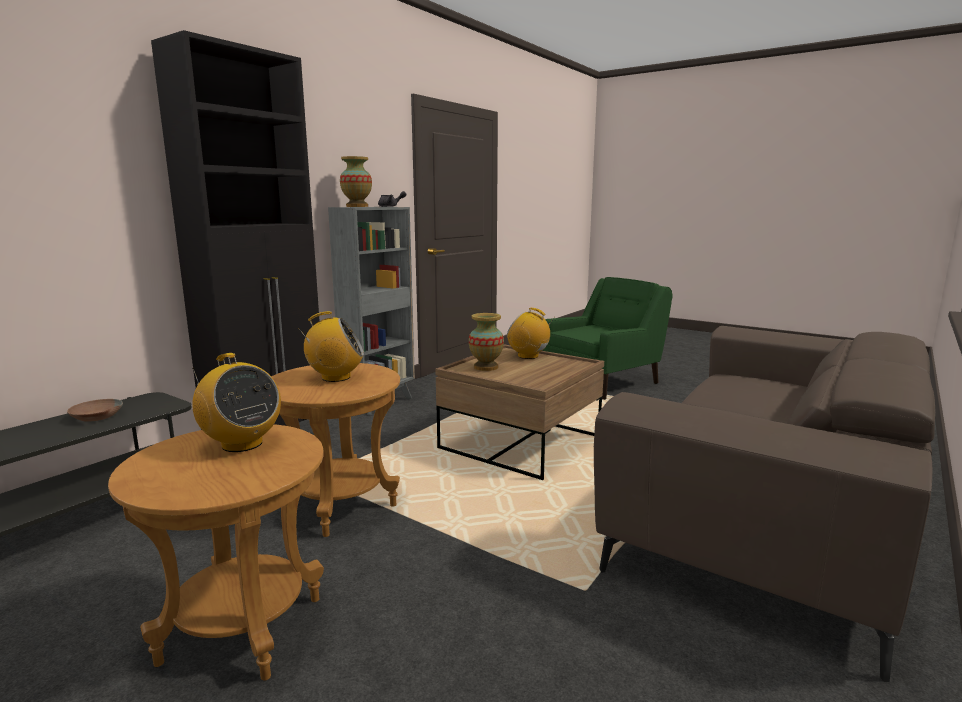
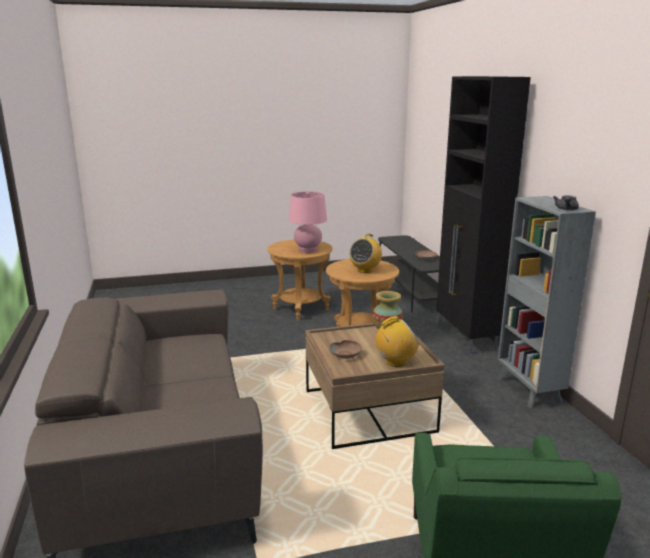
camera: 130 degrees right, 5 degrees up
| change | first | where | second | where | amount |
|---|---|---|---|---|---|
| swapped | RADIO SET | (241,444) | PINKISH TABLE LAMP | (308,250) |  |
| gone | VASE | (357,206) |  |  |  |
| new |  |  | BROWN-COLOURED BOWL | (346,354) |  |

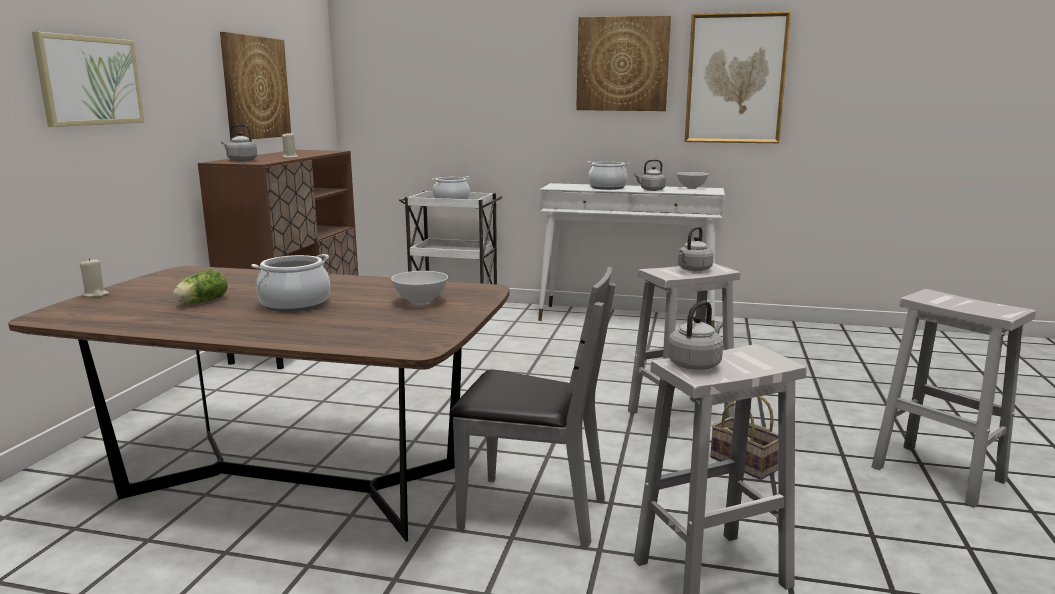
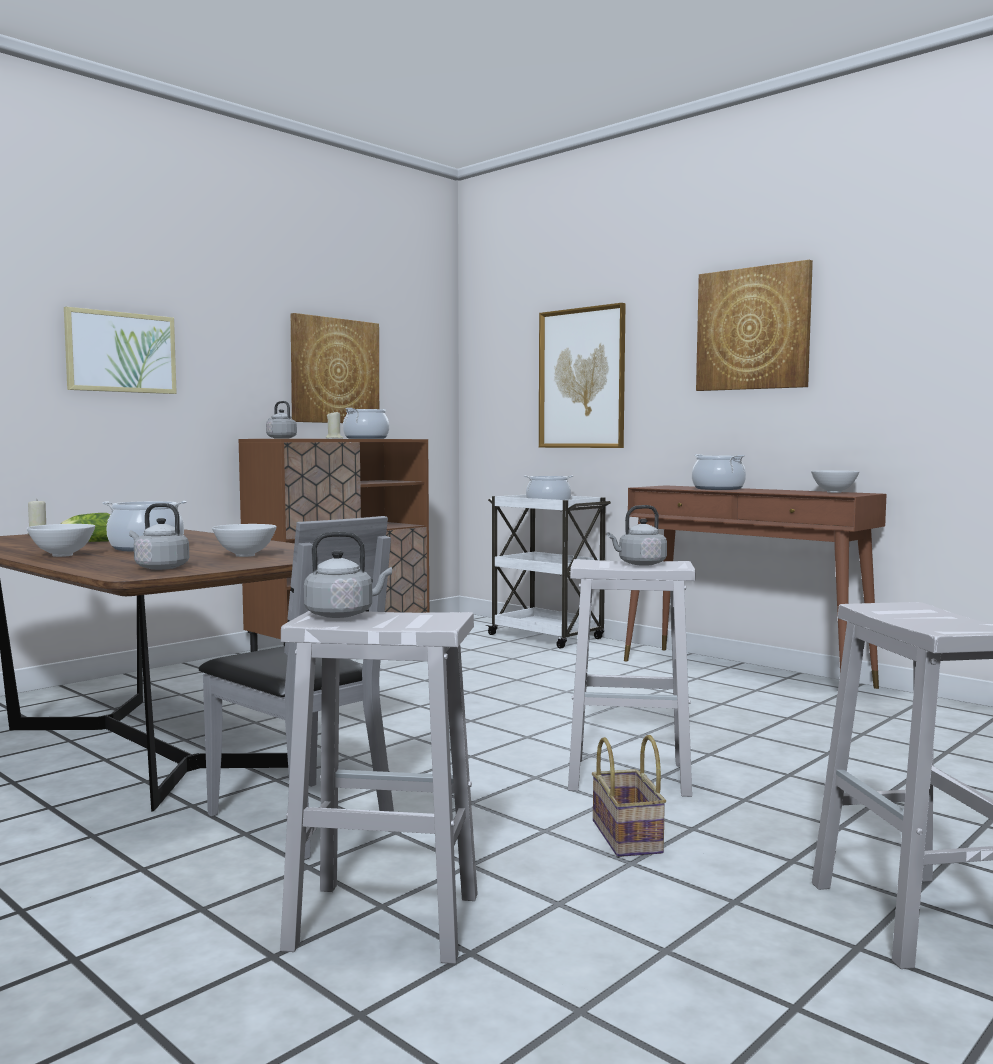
camera: 30 degrees right, 10 degrees down
| change | first | where | second | where | amount |
|---|---|---|---|---|---|
| repainted | WHITE NARROW TABLE | (627,318) | BROWN-COLOURED NARROW TABLE | (745,673) |  |
| shifted | GREYISH WATER KETTLE | (651,190) |  | (159,567) |  |
| shifted | PICTURE | (735,79) |  | (582,378) |  |
| new |  |  | WHITE BOWL | (62,555) |  |
| new |  |  | STOCKPOT | (366,438) |  |

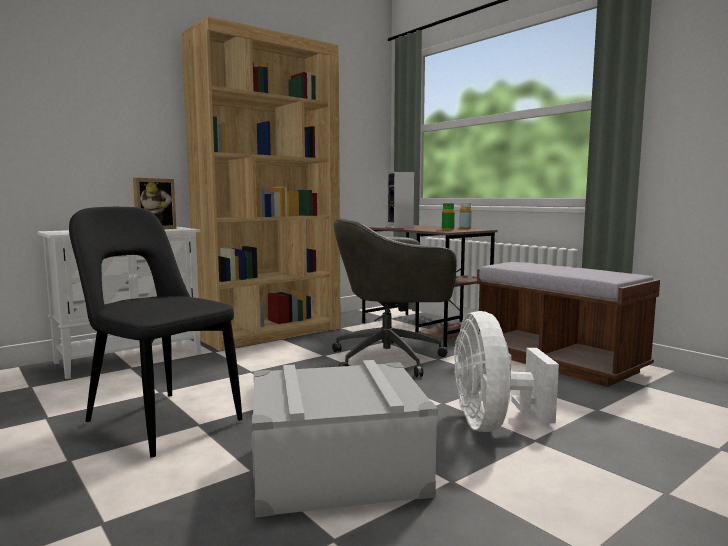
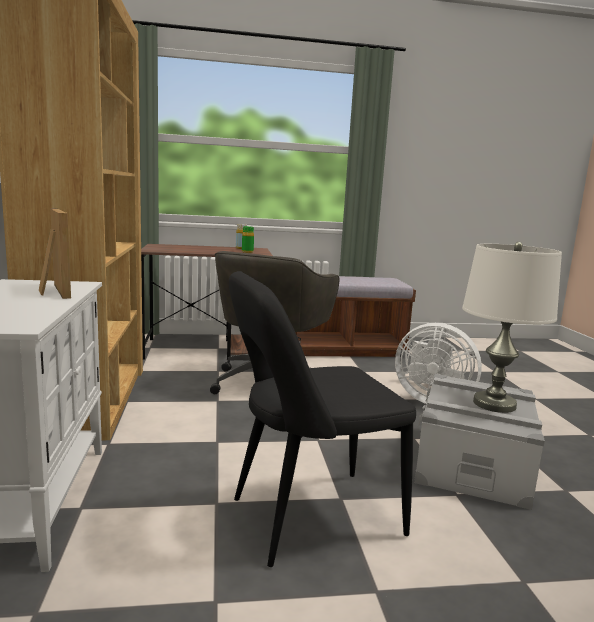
camera: 60 degrees left, 5 degrees up
| change | first | where | second | where | amount |
|---|---|---|---|---|---|
| gone | LOUDSPEAKER | (400,227) |  |  |  |
| new |  |  | WHITE TABLE LAMP | (494,404) |  |

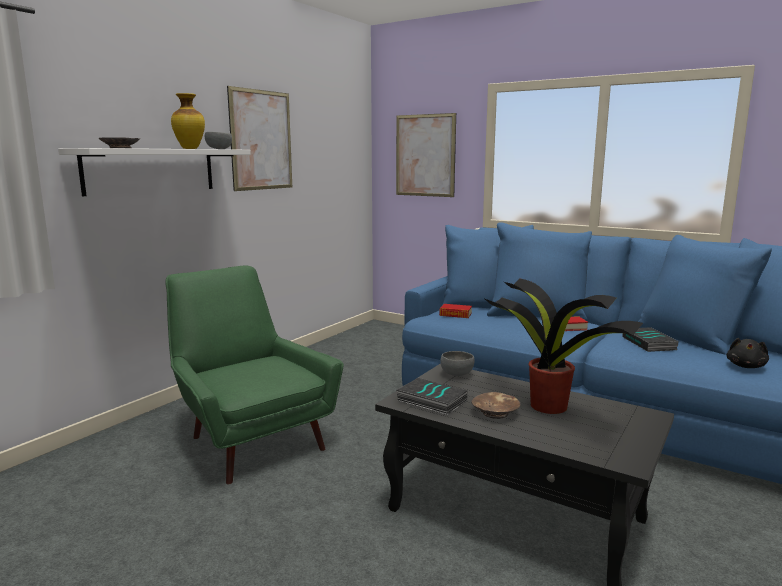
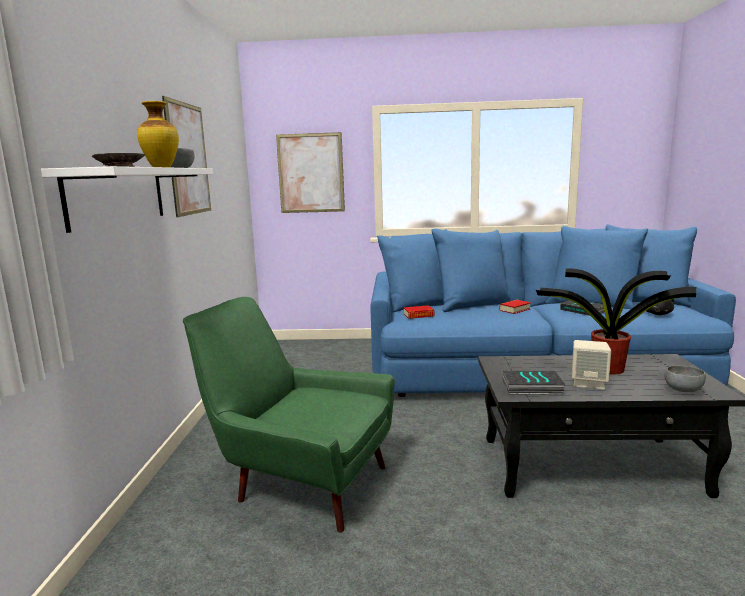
camera: 30 degrees left, 0 degrees up
| change | first | where | second | where | amount |
|---|---|---|---|---|---|
| shifted | GREYISH BOWL | (456,374) |  | (682,390) |  |
| swapped | BROWN-COLOURED BOWL | (496,413) | SAND-COLOURED LOUDSPEAKER | (589,383) |  |

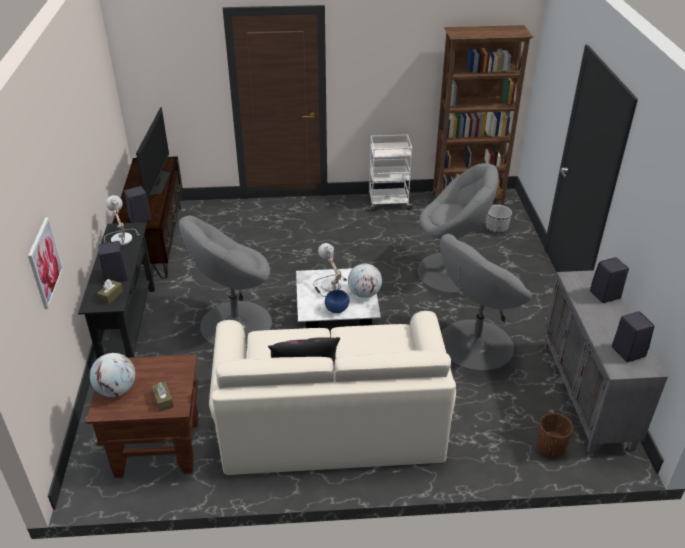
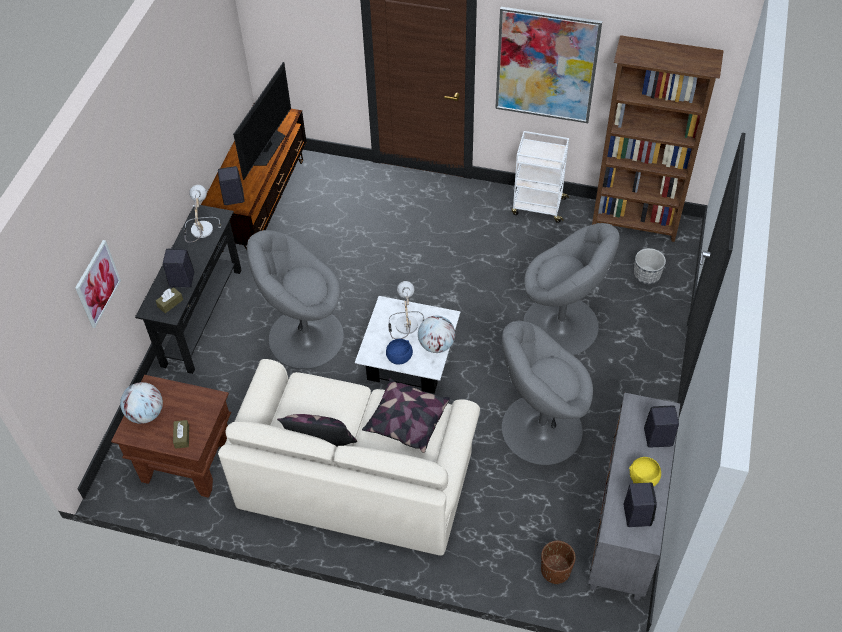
camera: 20 degrees right, 15 degrees up
| change | first | where | second | where | amount |
|---|---|---|---|---|---|
| new |  |  | CUSHION | (406,421) |  |
| new |  |  | PICTURE | (546,66) |  |
| new |  |  | YELLOW BOWL | (644,479) |  |

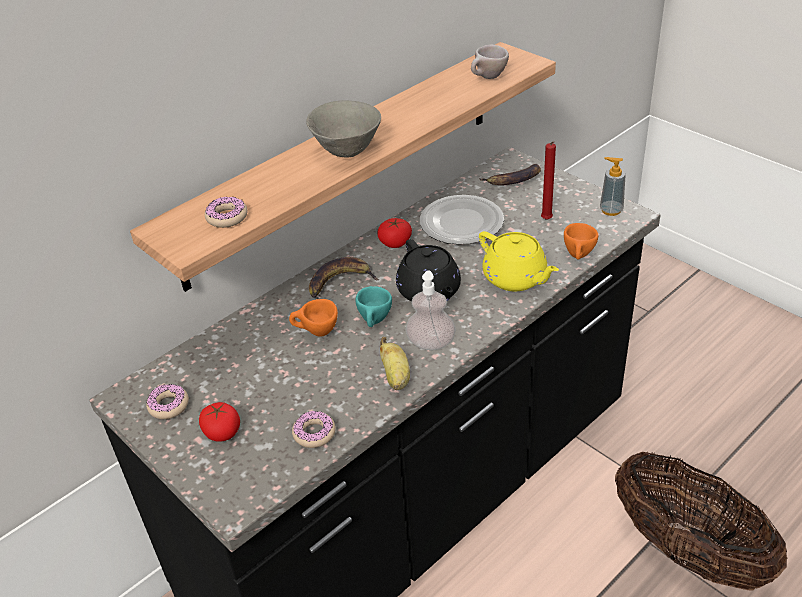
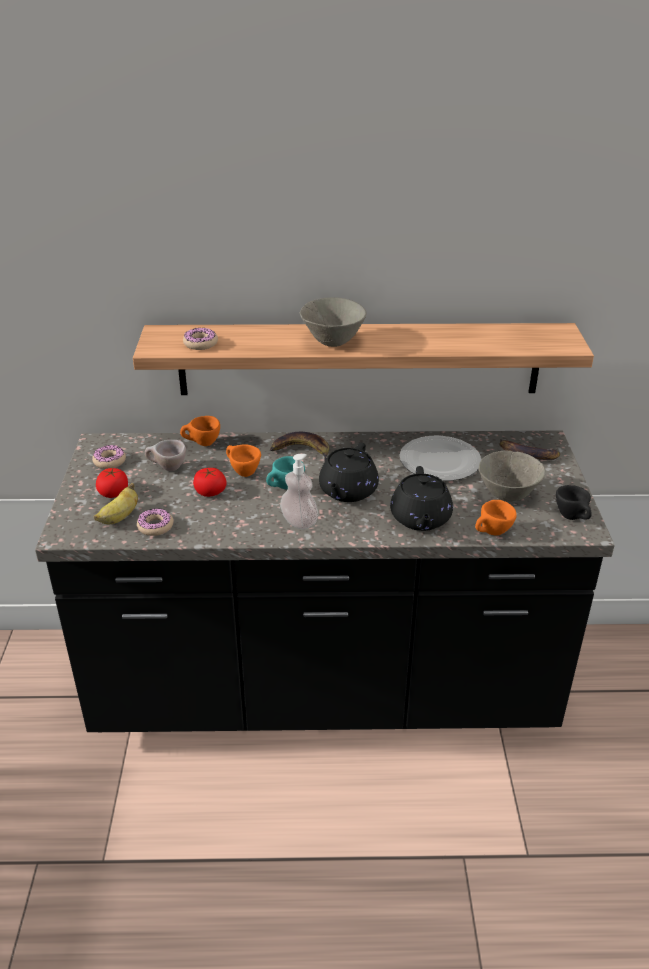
camera: 40 degrees right, 5 degrees down
| change | first | where | second | where | amount |
|---|---|---|---|---|---|
| shifted | FRESH TOMATO | (395,242) |  | (210,491) |  |
| shifted | WHOLE BANANA | (396,377) |  | (119,517) |  |
| shifted | SAND-COLOURED CUP | (488,78) |  | (167,468) |  |
| repainted | YELLOW POT FOR TEA | (516,278) | BLACKISH POT FOR TEA | (420,519) |  |
| swapped | RED WAX LIGHT | (546,220) | GREYISH BOWL | (507,495) |  |
| swapped | SOAP BOTTLE | (611,210) | BLACKISH CUP | (573,518) |  |
| gone | HOUSEHOLD BASKET | (688,551) |  |  |  |
| new |  |  | ORANGEY CUP | (201,444) |  |

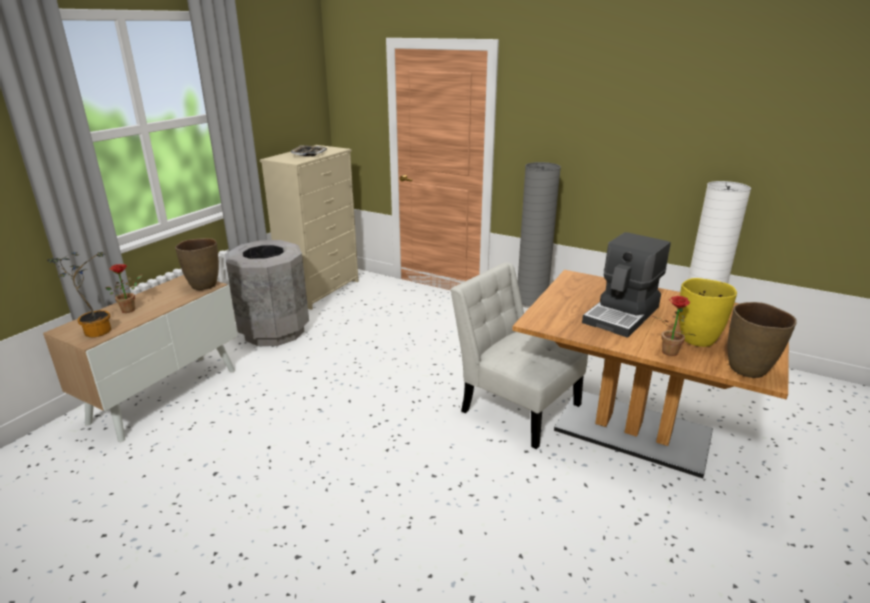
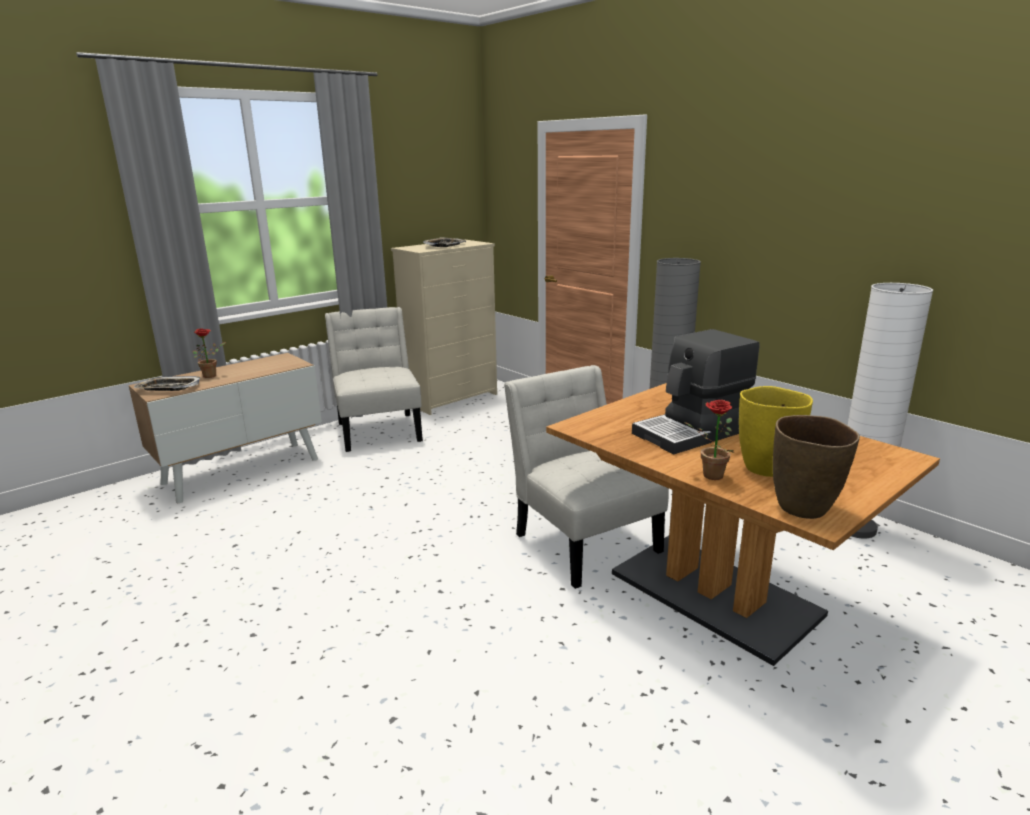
camera: 20 degrees right, 5 degrees down
| change | first | where | second | where | amount |
|---|---|---|---|---|---|
| swapped | HOUSEPLANT | (96,330) | TRAY | (169,388) |  |
| gone | BROWN-COLOURED VASE | (203,285) |  |  |  |
| swapped | GREYISH TRASH CAN | (274,331) | WHITE CHAIR | (379,430) |  |

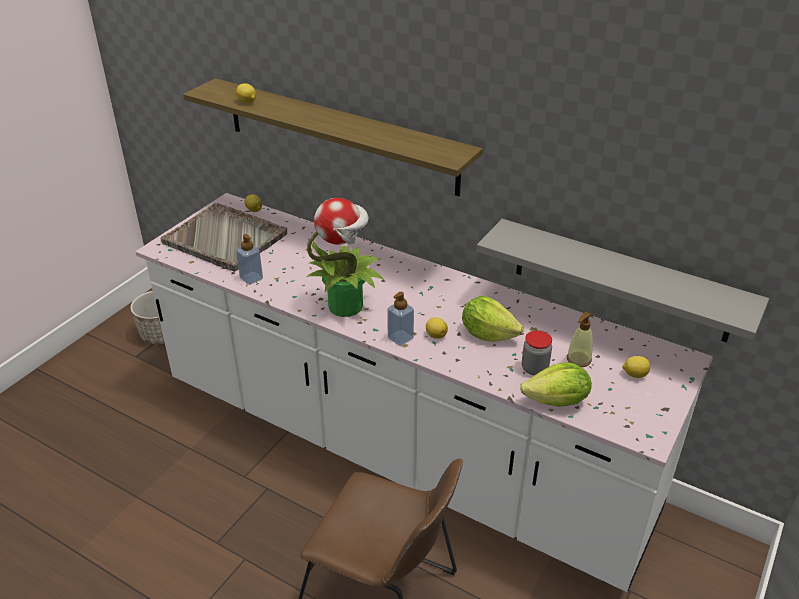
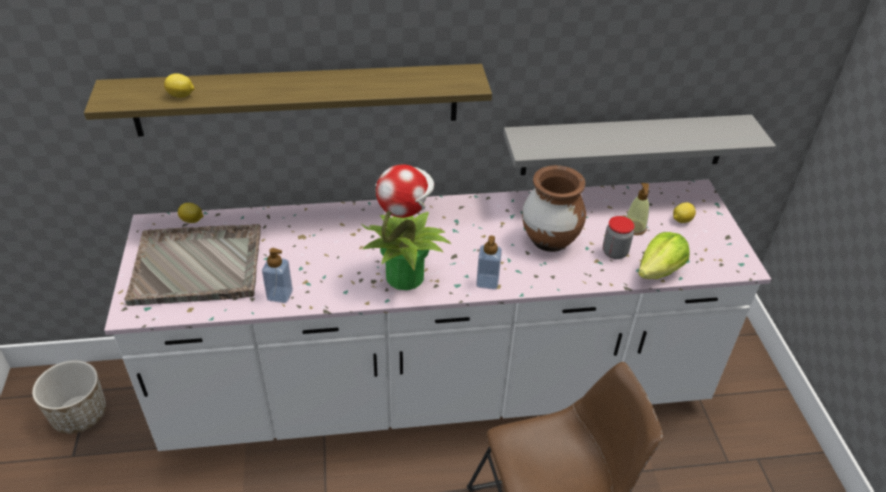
camera: 40 degrees left, 5 degrees up
| change | first | where | second | where | amount |
|---|---|---|---|---|---|
| gone | LEMON | (436,335) |  |  |  |
| swapped | LETTUCE HEAD | (488,334) | BROWN-COLOURED VASE | (549,240) |  |

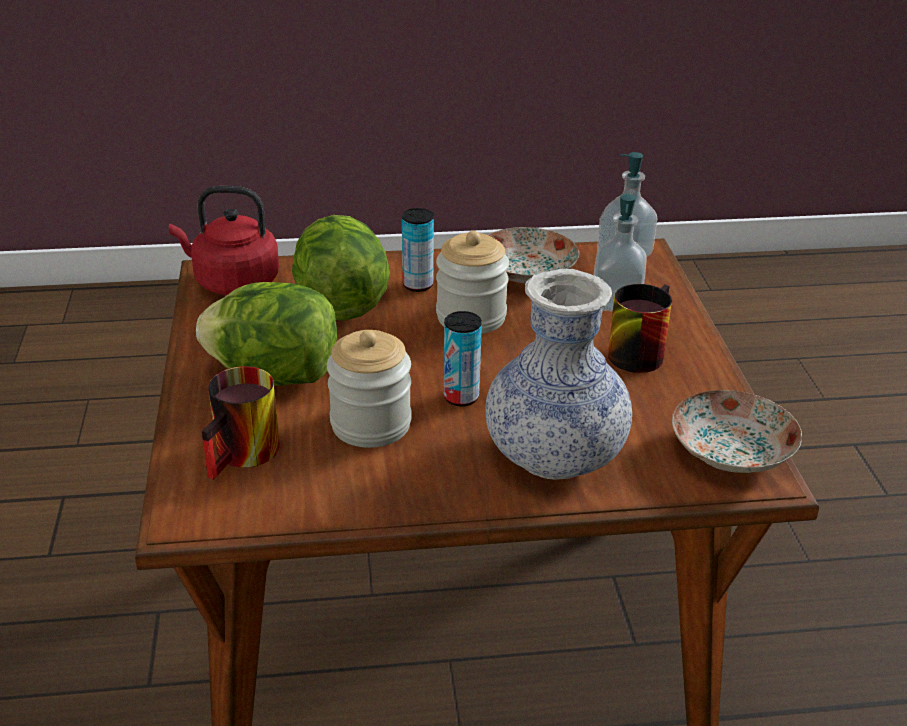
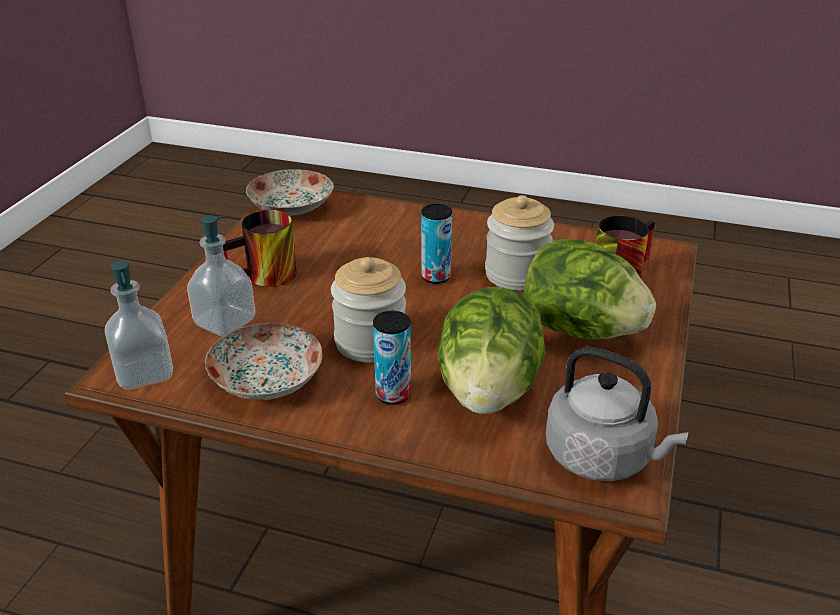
camera: 155 degrees left, 0 degrees up
| change | first | where | second | where | amount |
|---|---|---|---|---|---|
| repainted | RED WATER KETTLE | (232,282) | GREYISH WATER KETTLE | (603,457) |  |
| gone | VASE | (554,455) |  |  |  |

